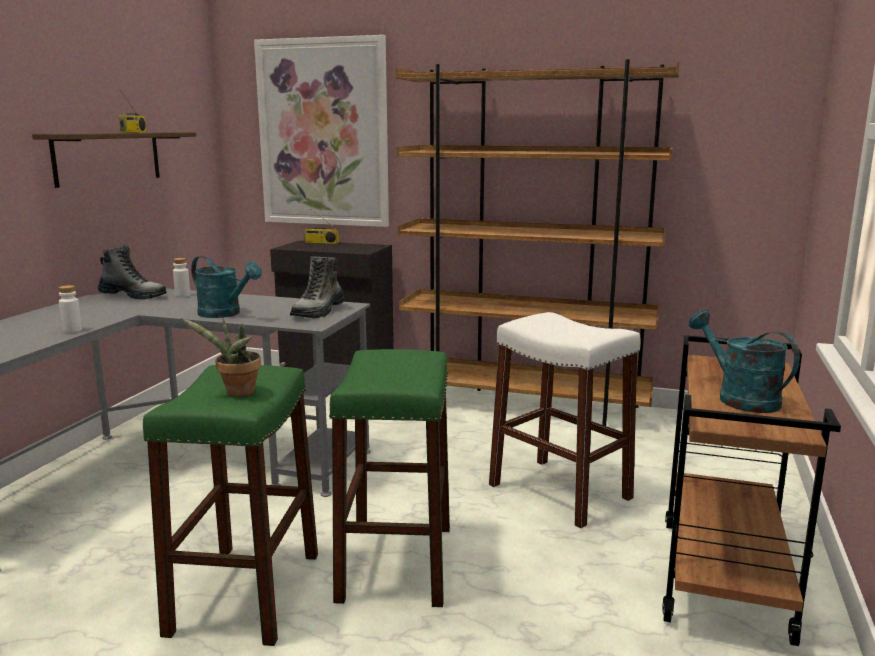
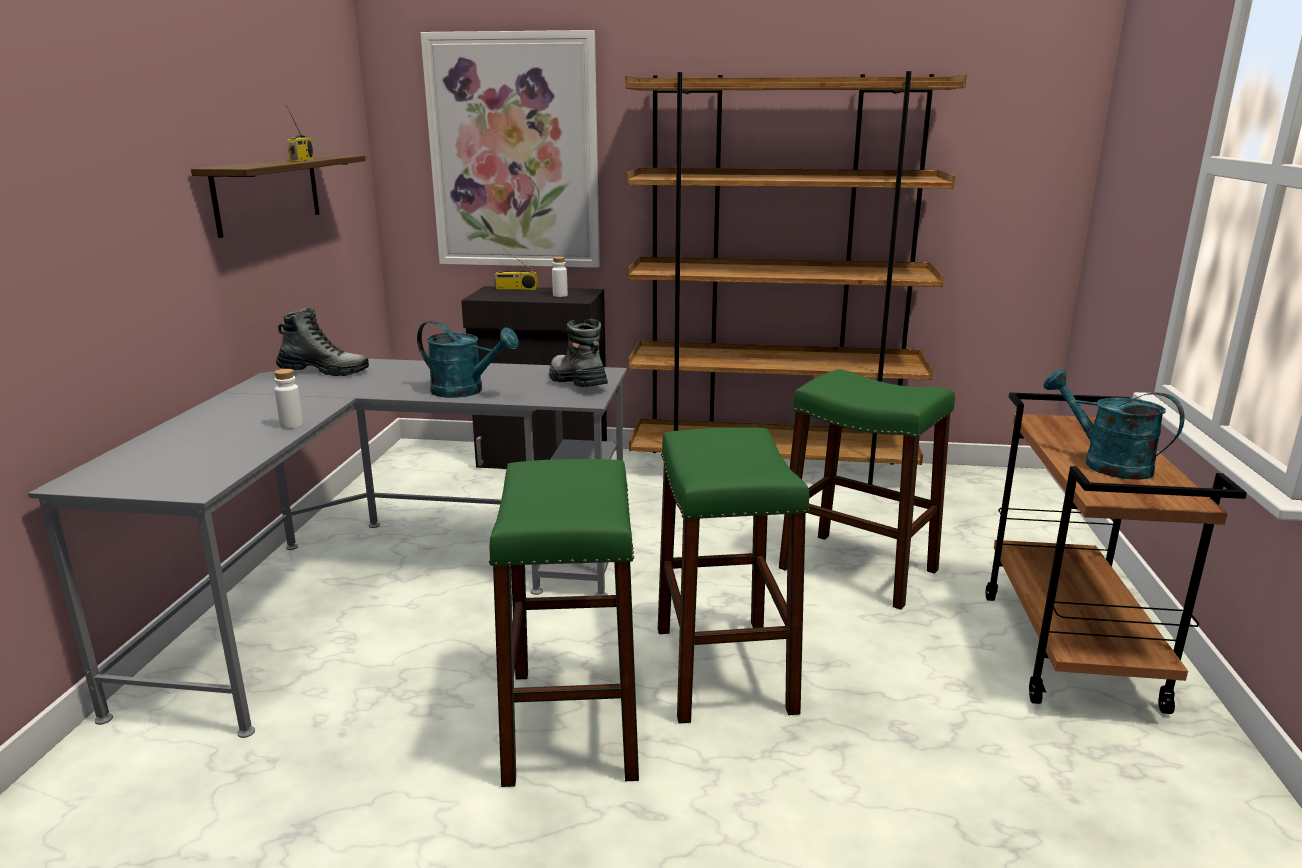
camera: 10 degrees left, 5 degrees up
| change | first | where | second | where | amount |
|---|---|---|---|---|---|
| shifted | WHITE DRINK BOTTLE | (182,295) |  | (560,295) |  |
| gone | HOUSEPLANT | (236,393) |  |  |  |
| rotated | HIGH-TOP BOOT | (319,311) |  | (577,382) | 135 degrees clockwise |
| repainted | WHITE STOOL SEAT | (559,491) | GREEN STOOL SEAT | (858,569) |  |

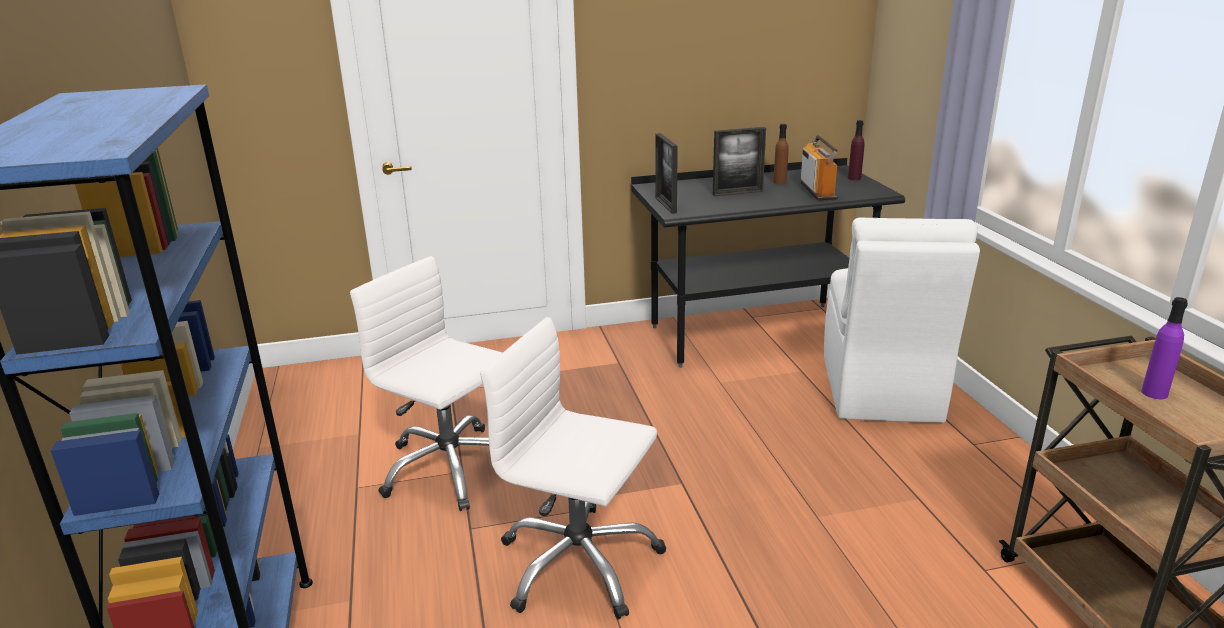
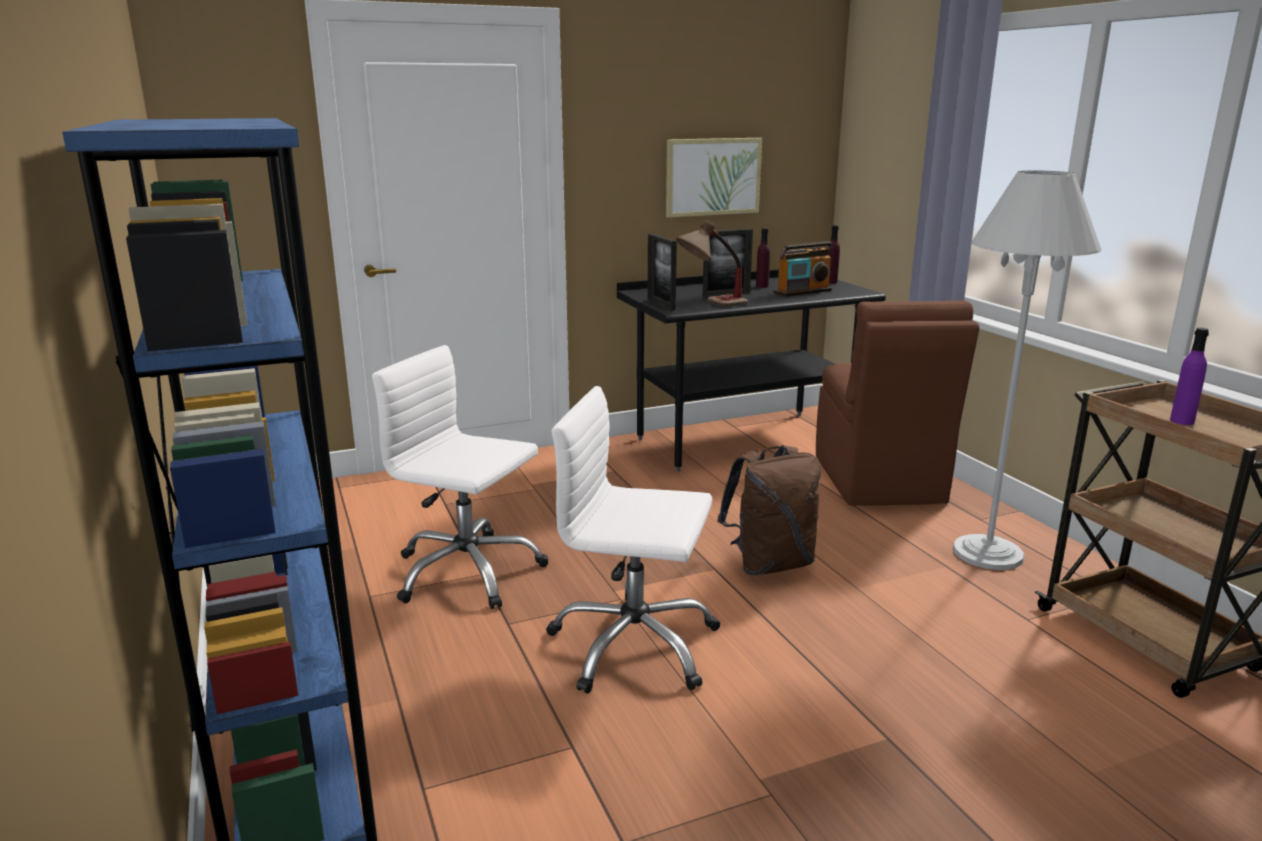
camera: 10 degrees left, 5 degrees down
| change | first | where | second | where | amount |
|---|---|---|---|---|---|
| repainted | BROWN-COLOURED DRINK BOTTLE | (779,182) | PURPLE-COLOURED DRINK BOTTLE | (762,286) |  |
| rotated | RADIO SET | (818,191) |  | (802,292) | 75 degrees clockwise |
| repainted | WHITE CHAIR | (880,390) | BROWN-COLOURED CHAIR | (878,481) |  |
| new |  |  | PICTURE | (712,176) |  |
| new |  |  | TABLE LAMP | (710,305) |  |
| new |  |  | BROWN-COLOURED KNAPSACK | (770,564) |  |
| new |  |  | WHITE FLOOR LAMP | (987,553) |  |

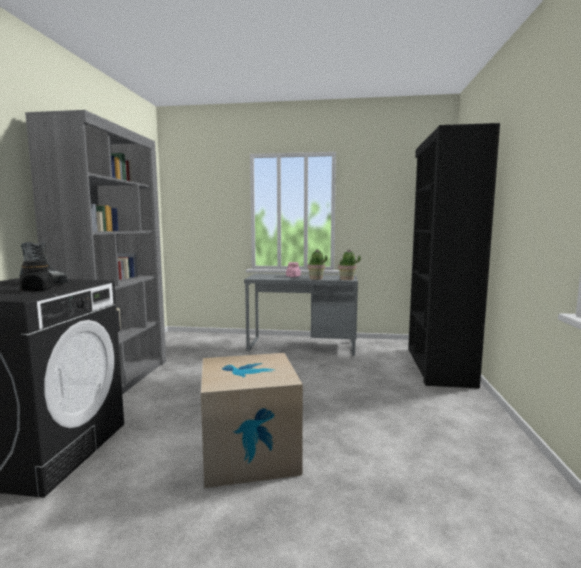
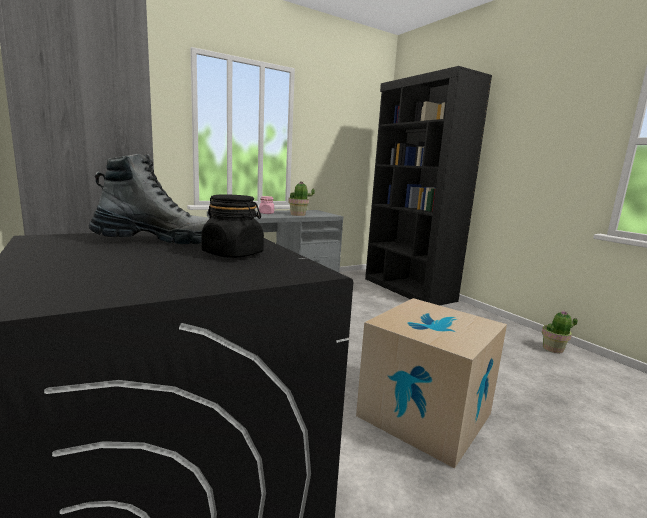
camera: 40 degrees left, 5 degrees up
| change | first | where | second | where | amount |
|---|---|---|---|---|---|
| shifted | HOUSEPLANT | (347,279) |  | (553,349) |  |

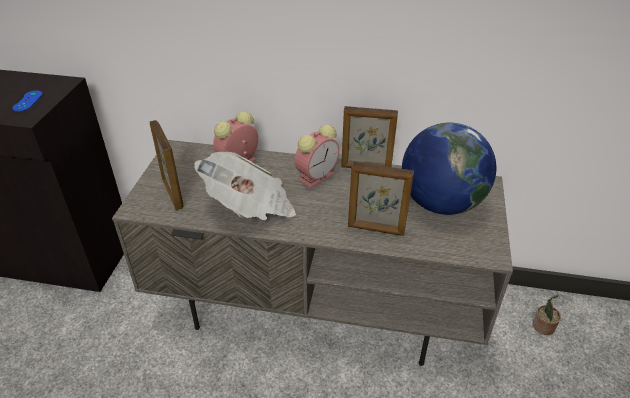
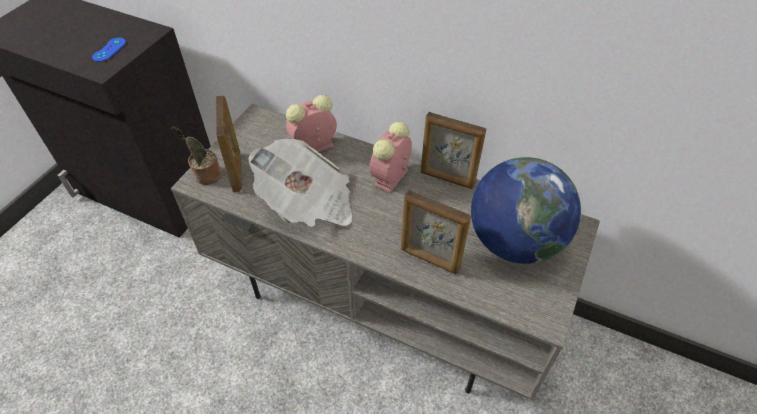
camera: 15 degrees right, 10 degrees up
| change | first | where | second | where | amount |
|---|---|---|---|---|---|
| rotated | ALARM CLOCK | (317,176) |  | (390,179) | 150 degrees clockwise |
| shifted | HOUSEPLANT | (543,327) |  | (206,176) |  |

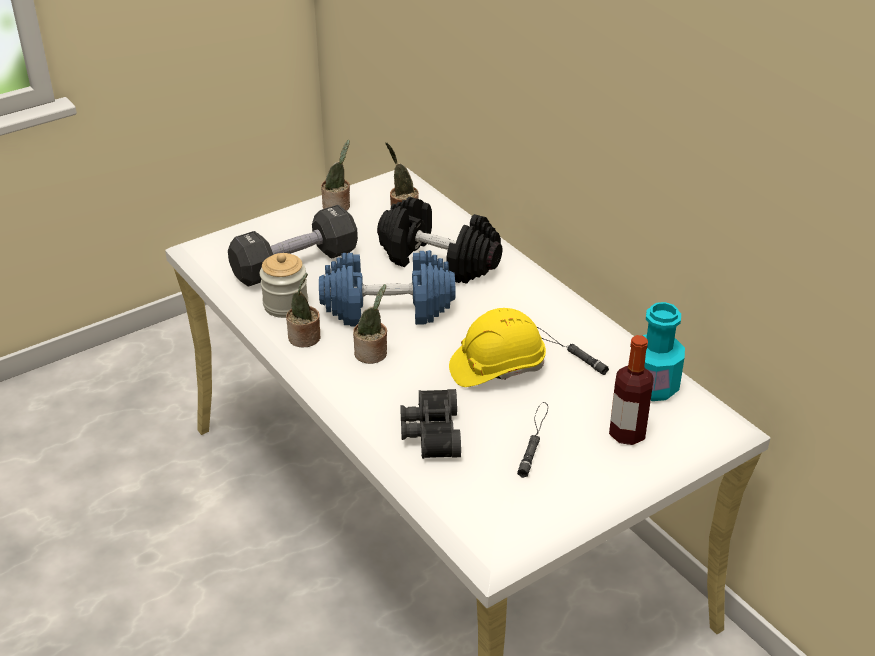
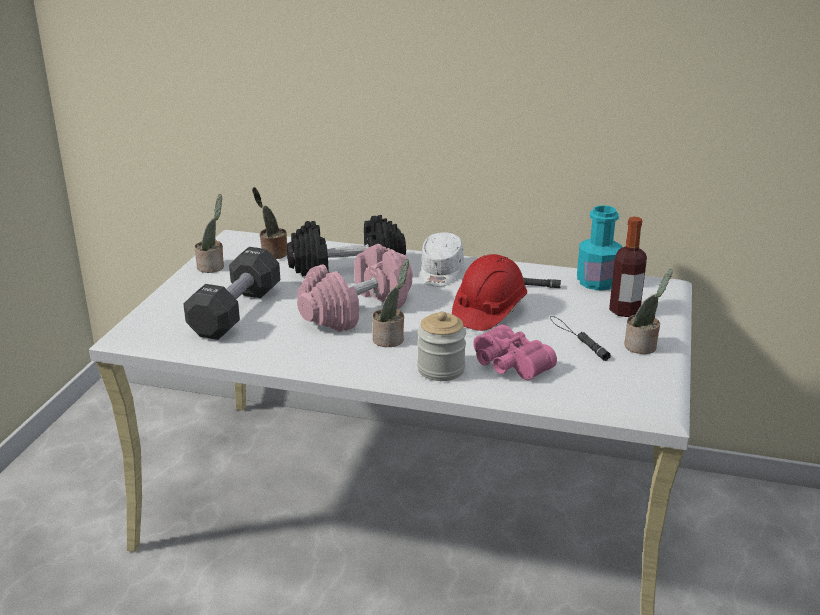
camera: 40 degrees left, 10 degrees down
| change | first | where | second | where | amount |
|---|---|---|---|---|---|
| shifted | PRESERVE JAR | (286,305) |  | (441,369) |  |
| shifted | HOUSEPLANT | (305,339) |  | (642,347) |  |
| repainted | BLUE-COLOURED FREE WEIGHT | (387,309) | PINKISH FREE WEIGHT | (357,310) |  |
| repainted | BLACKISH FIELD GLASSES | (429,433) | PINKISH FIELD GLASSES | (508,365) |  |
| repainted | YELLOW HARD HAT | (496,367) | RED HARD HAT | (488,311) |  |
| new |  |  | WHITE PEAKED CAP | (440,272) |  |

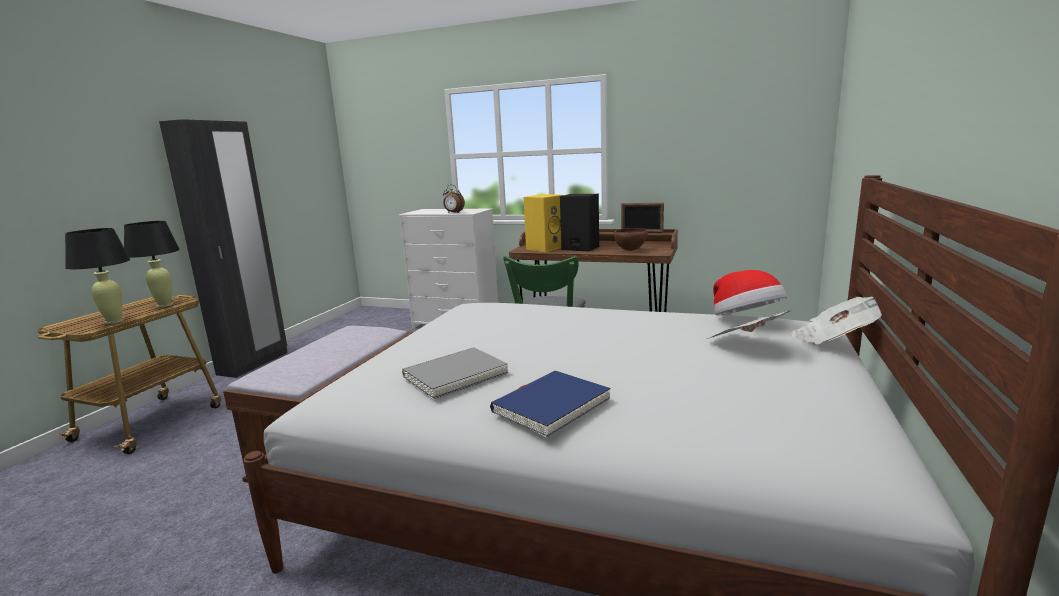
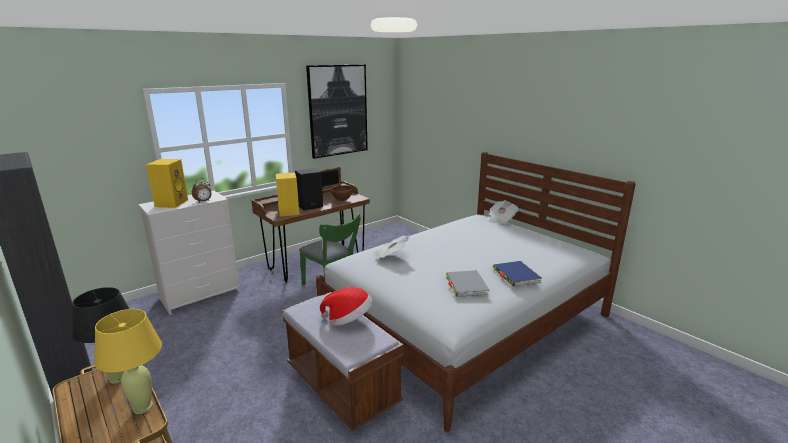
camera: 60 degrees left, 5 degrees up
| change | first | where | second | where | amount |
|---|---|---|---|---|---|
| repainted | BLACKISH TABLE LAMP | (114,321) | YELLOW TABLE LAMP | (143,407) |  |
| shifted | NEWSPAPER | (745,344) |  | (390,256) |  |
| shifted | CLOTHING HAT | (745,320) |  | (348,320) |  |
| new |  |  | YELLOW LOUDSPEAKER | (171,203) |  |
| new |  |  | PICTURE | (338,110) |  |

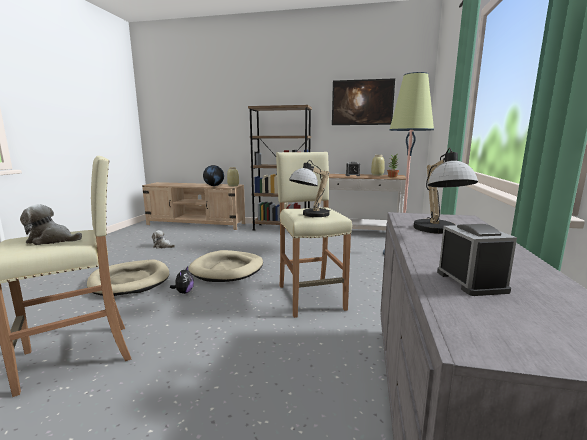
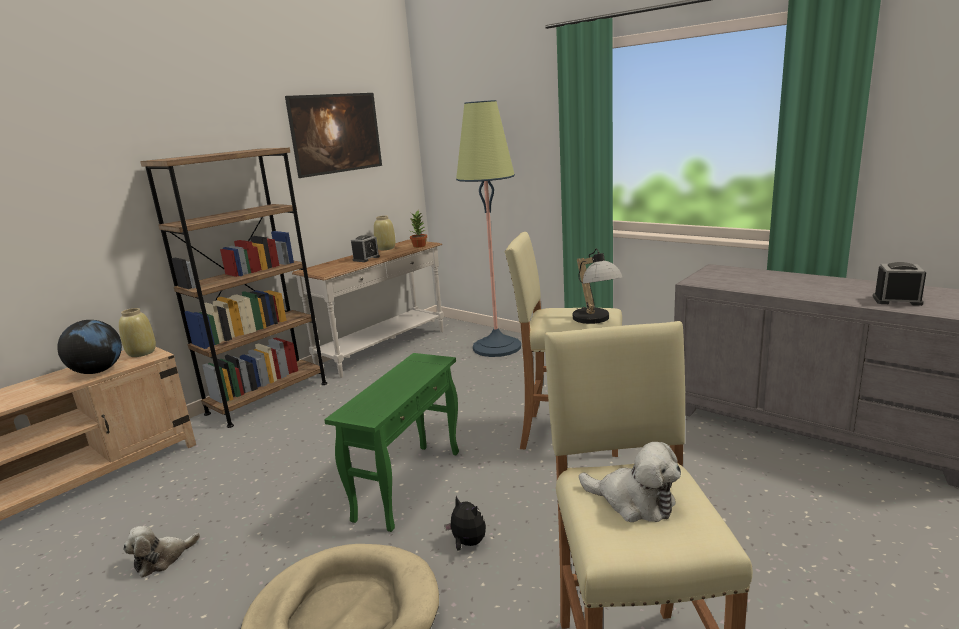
camera: 60 degrees left, 5 degrees up
| change | first | where | second | where | amount |
|---|---|---|---|---|---|
| rotated | SOFT TOY | (52,240) |  | (634,502) | 90 degrees counterclockwise |
| swapped | SAND-COLOURED DOG CUSHION | (227,269) | GREEN SIDE TABLE | (409,485) |  |
| gone | TABLE LAMP | (438,231) |  |  |  |

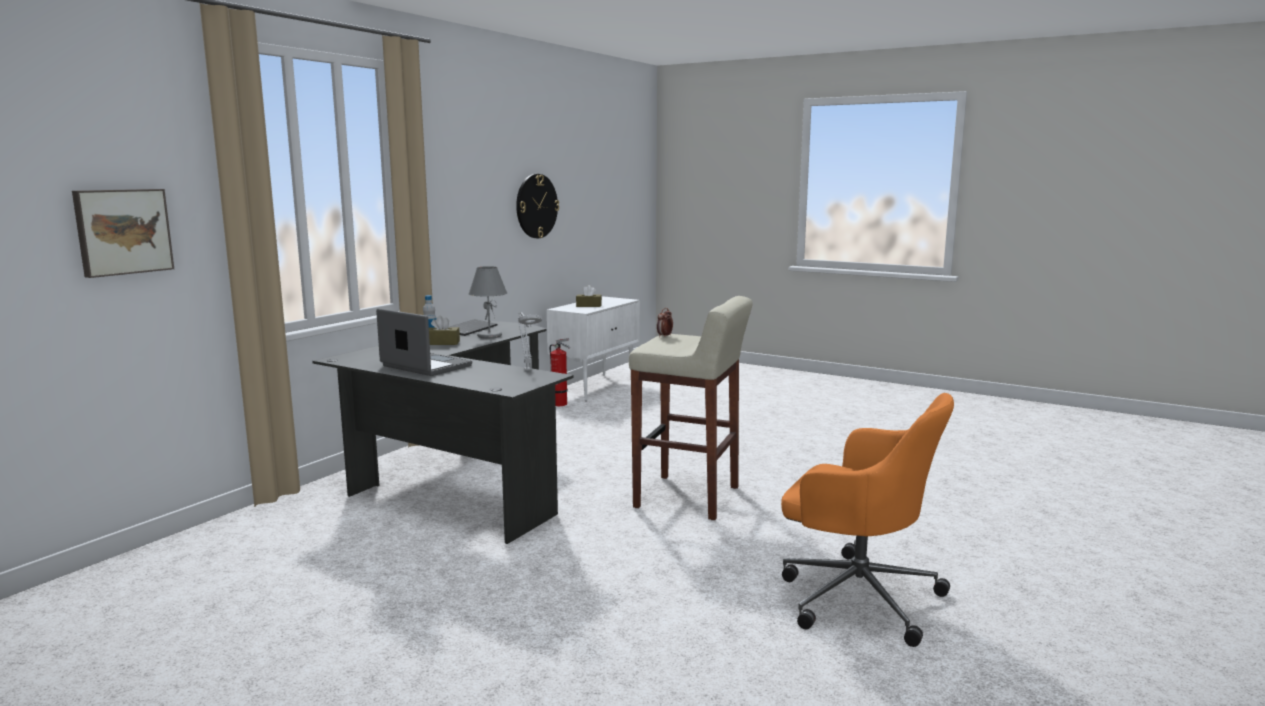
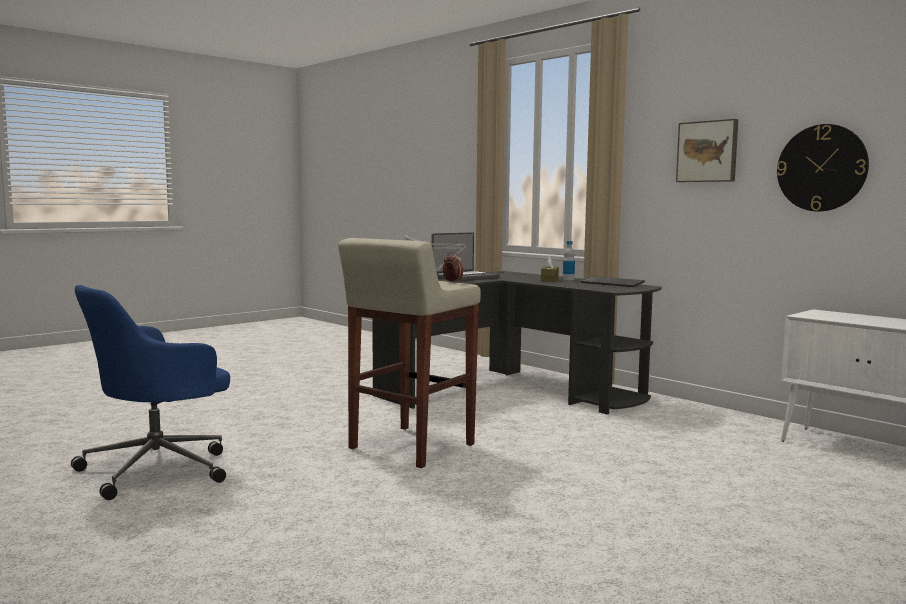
camera: 105 degrees right, 5 degrees down
| change | first | where | second | where | amount |
|---|---|---|---|---|---|
| shifted | PICTURE | (122,231) |  | (708,151) |  |
| gone | GREYISH TABLE LAMP | (489,336) |  |  |  |
| gone | EXTINGUISHER | (561,404) |  |  |  |
| gone | BROWN-COLOURED TISSUE BOX | (588,306) |  |  |  |
| repainted | ORANGEY OFFICE CHAIR | (856,596) | BLUE-COLOURED OFFICE CHAIR | (159,468) |  |

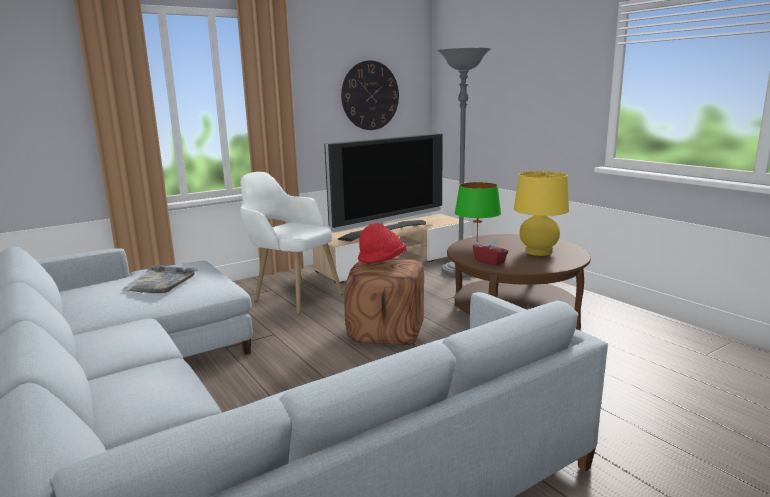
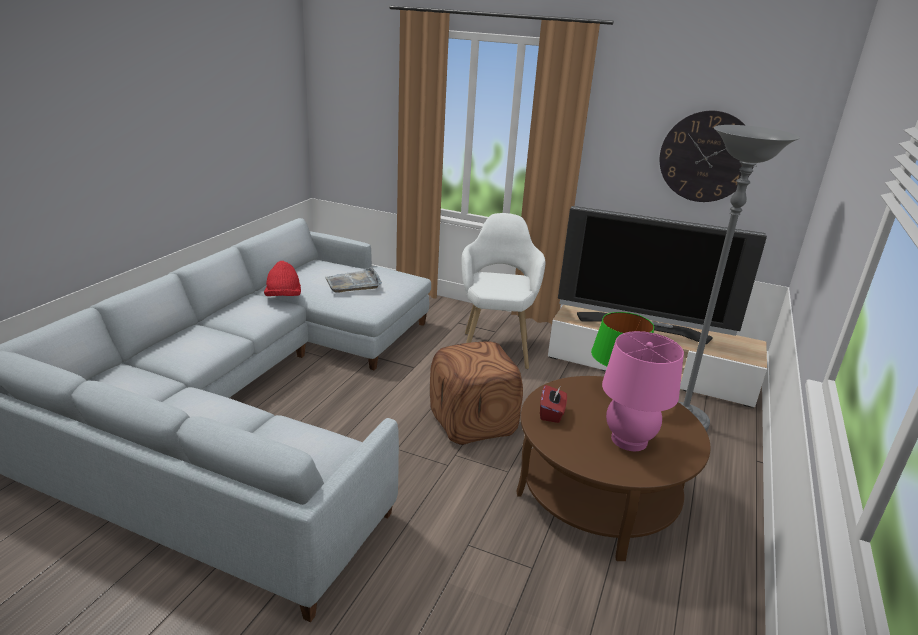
camera: 55 degrees right, 10 degrees up
| change | first | where | second | where | amount |
|---|---|---|---|---|---|
| shifted | RED CLOTHING HAT | (382,262) |  | (283,298) |  |
| repainted | YELLOW TABLE LAMP | (538,252) | PINKISH TABLE LAMP | (629,440) |  |

